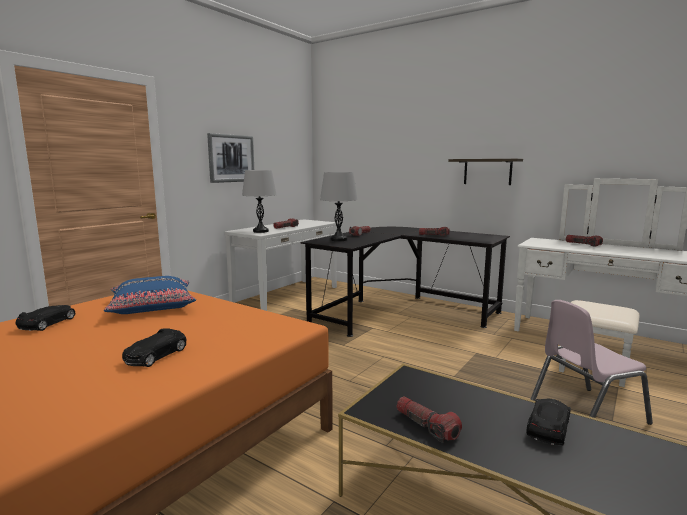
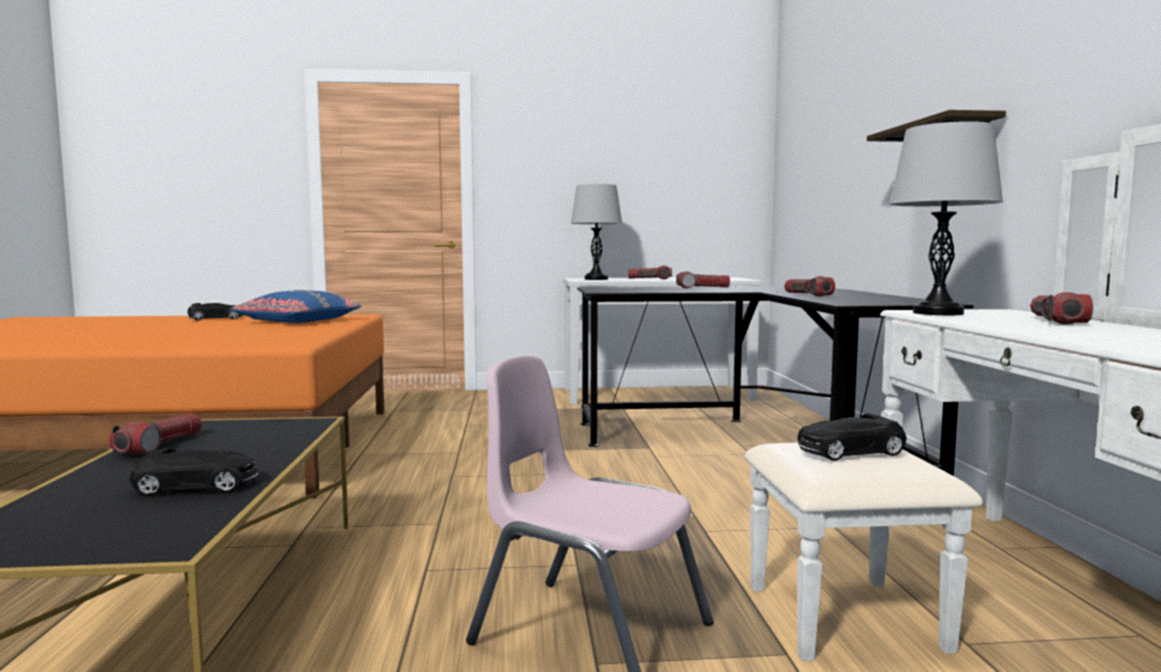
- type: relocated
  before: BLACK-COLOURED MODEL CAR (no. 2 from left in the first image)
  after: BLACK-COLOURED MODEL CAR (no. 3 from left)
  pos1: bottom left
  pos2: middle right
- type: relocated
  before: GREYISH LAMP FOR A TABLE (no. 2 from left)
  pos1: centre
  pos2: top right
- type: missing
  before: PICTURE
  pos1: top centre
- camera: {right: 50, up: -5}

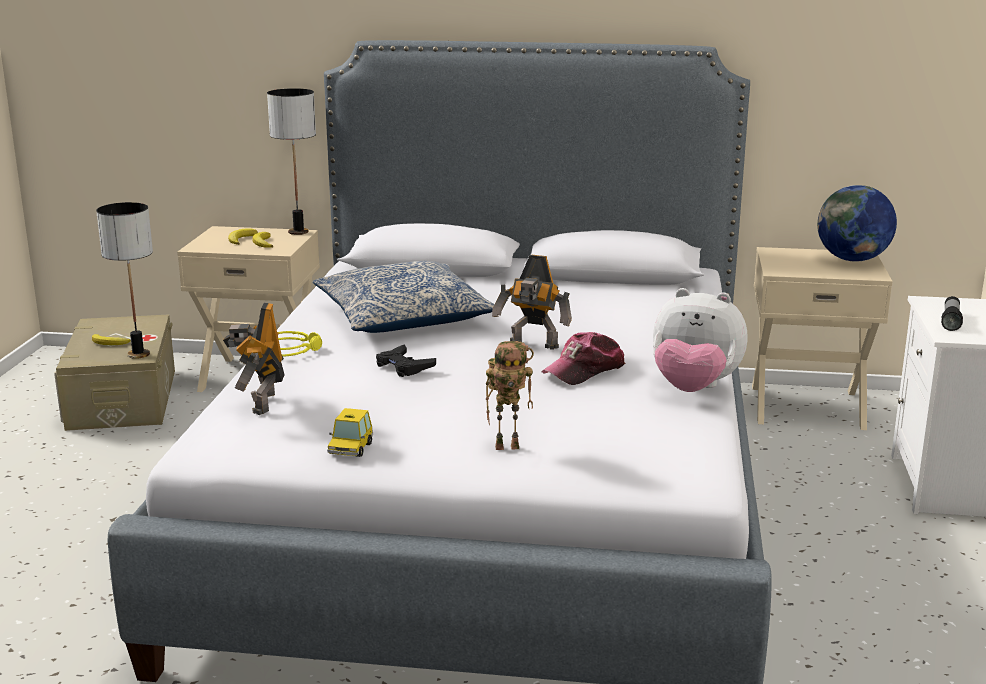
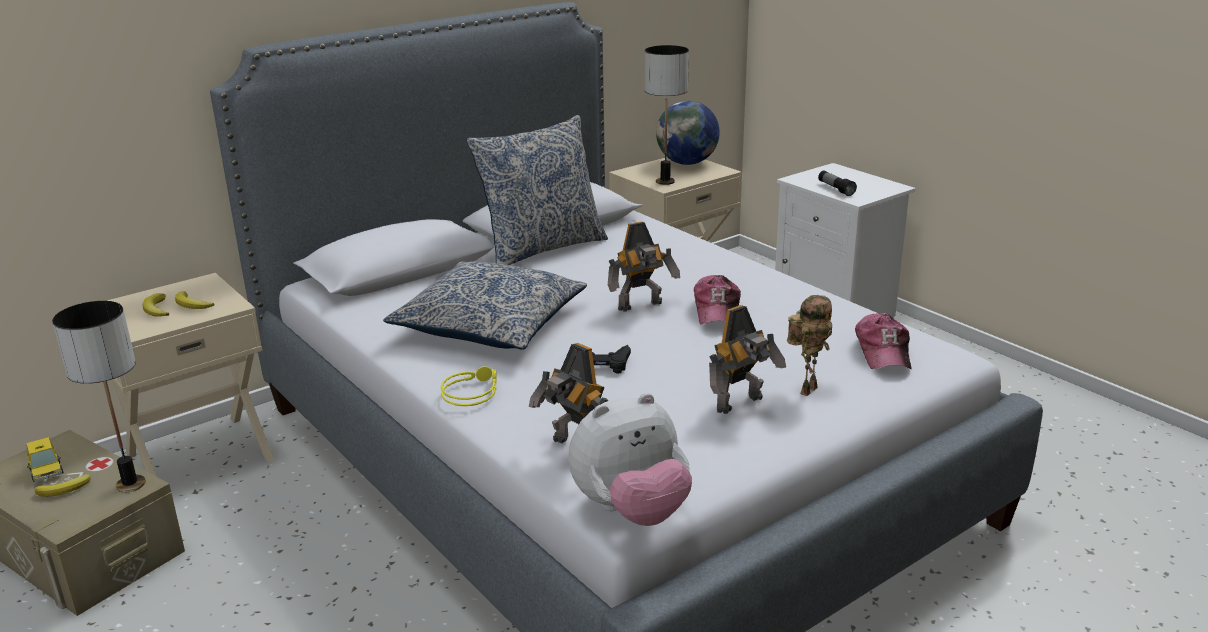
- type: relocated
  before: MODEL CAR
  pos1: centre
  pos2: bottom left
- type: appeared
  after: CUSHION (no. 2 from left)
  pos2: top centre
- type: relocated
  before: SOFT TOY
  pos1: middle right
  pos2: bottom centre
- type: relocated
  before: LAMP FOR A TABLE (no. 2 from left)
  pos1: top left
  pos2: top centre
- type: appeared
  after: MODEL ROBOT (no. 3 from left)
  pos2: centre
- type: appeared
  after: PEAKED CAP (no. 2 from left)
  pos2: middle right
- camera: {right: -45, up: 5}

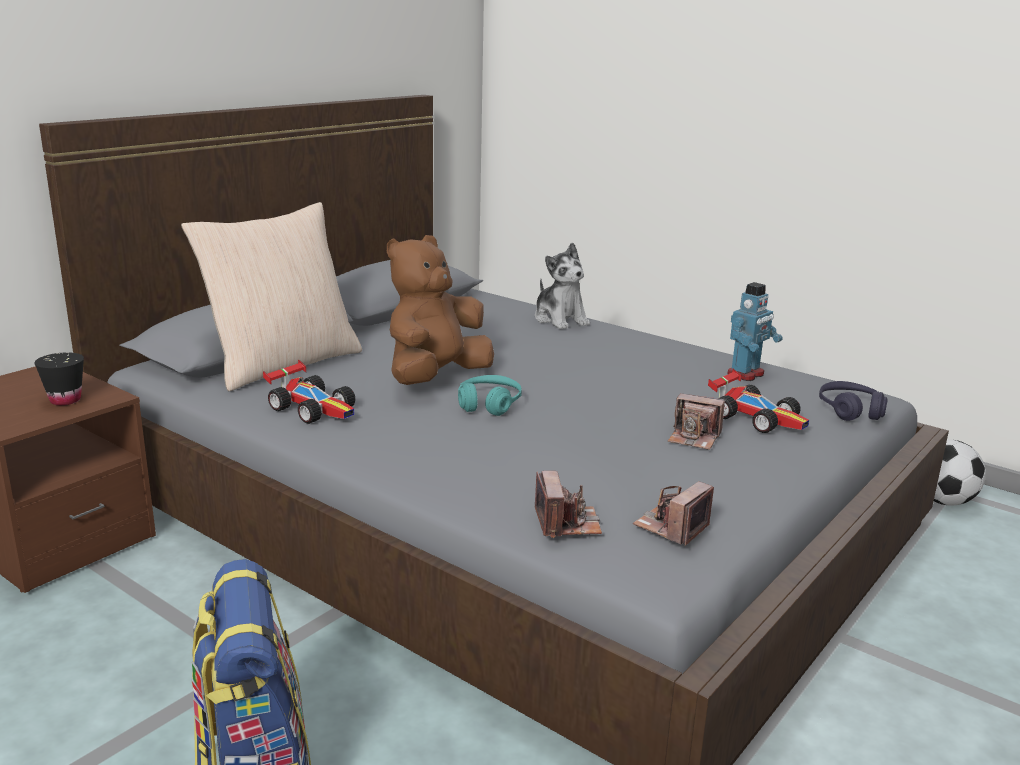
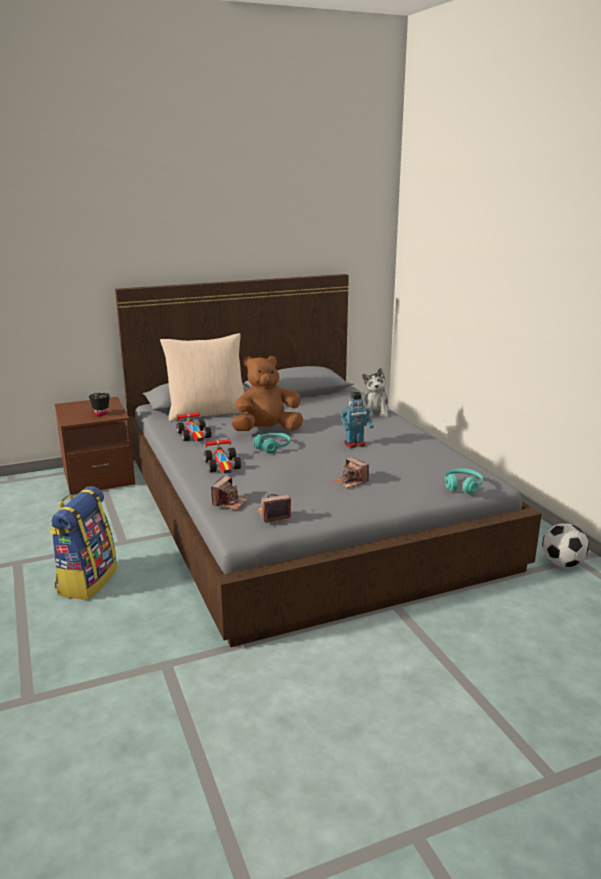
- type: relocated
  before: MODEL CAR (no. 2 from left)
  pos1: middle right
  pos2: centre
- type: relocated
  before: MODEL ROBOT
  pos1: middle right
  pos2: centre
- type: colour
  before: PURPLE-COLOURED HEADSET
  after: TURQUOISE HEADSET (no. 2 from left)
  pos1: middle right
  pos2: middle right
- camera: {right: 30, up: 0}

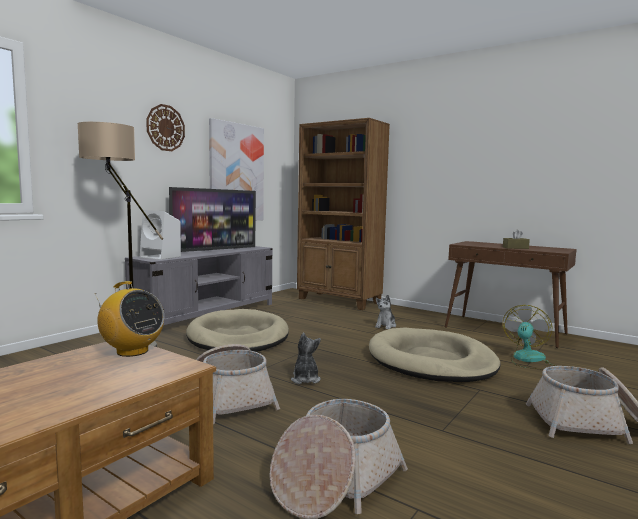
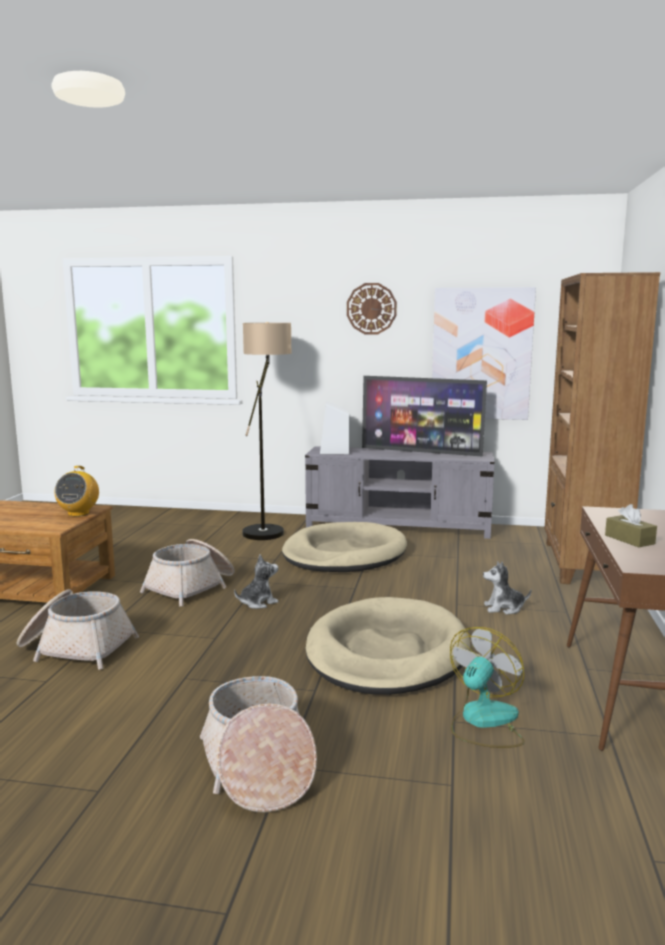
- type: spun
  before: FAN
  pos1: middle right
  pos2: bottom right
  turn: -60
- camera: {right: 65, up: 5}

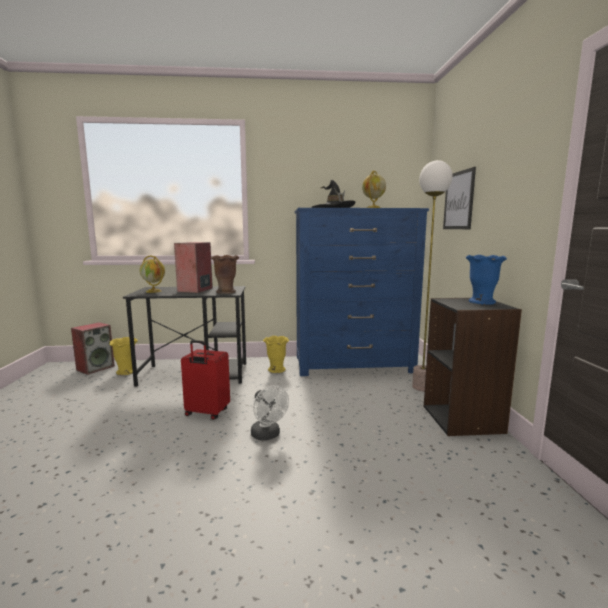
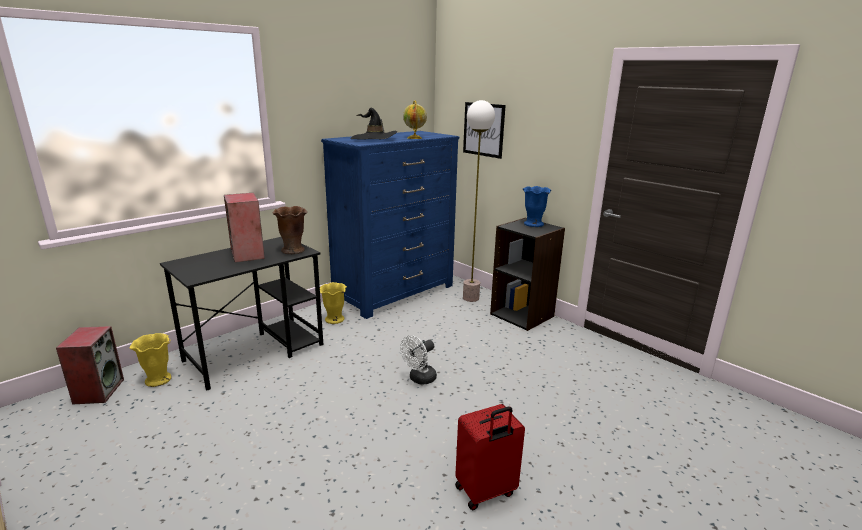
- type: spun
  before: WHITE FAN
  pos1: bottom centre
  pos2: bottom centre
  turn: 120
- type: relocated
  before: RED-COLOURED PIECE OF LUGGAGE
  pos1: centre
  pos2: bottom centre
- type: missing
  before: GLOBE (no. 1 from left)
  pos1: middle left
- camera: {right: -40, up: 10}

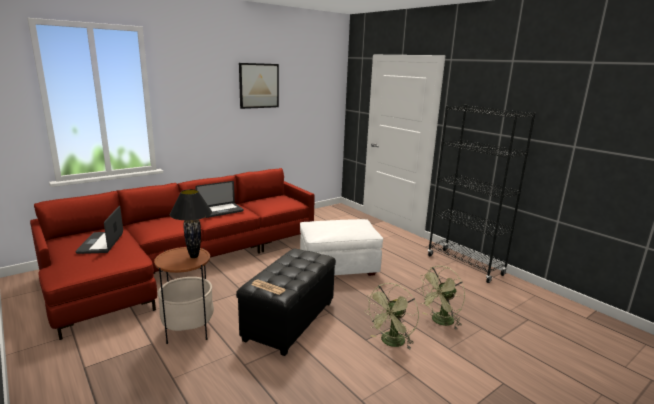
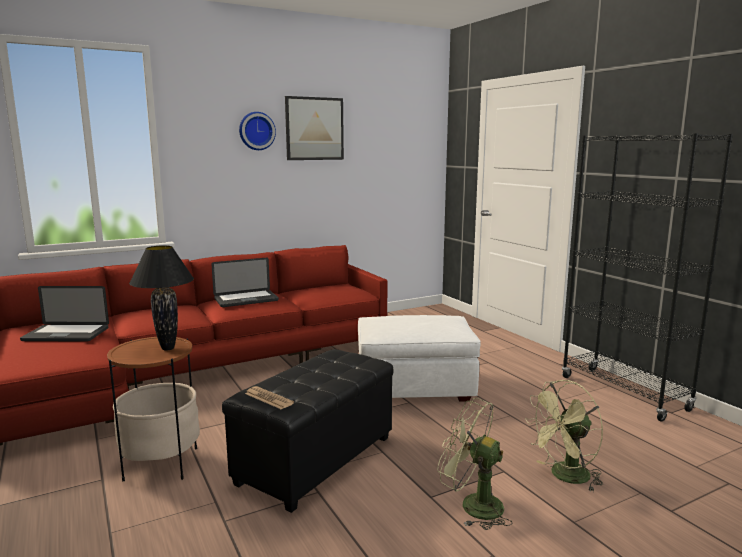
- type: spun
  before: PORTABLE COMPUTER (no. 1 from left)
  pos1: middle left
  pos2: middle left
  turn: -90
- type: appeared
  after: WALL CLOCK
  pos2: top centre
- type: spun
  before: GREEN-COLOURED FAN (no. 1 from left)
  pos1: bottom centre
  pos2: bottom centre
  turn: 75
- camera: {right: 10, up: -5}

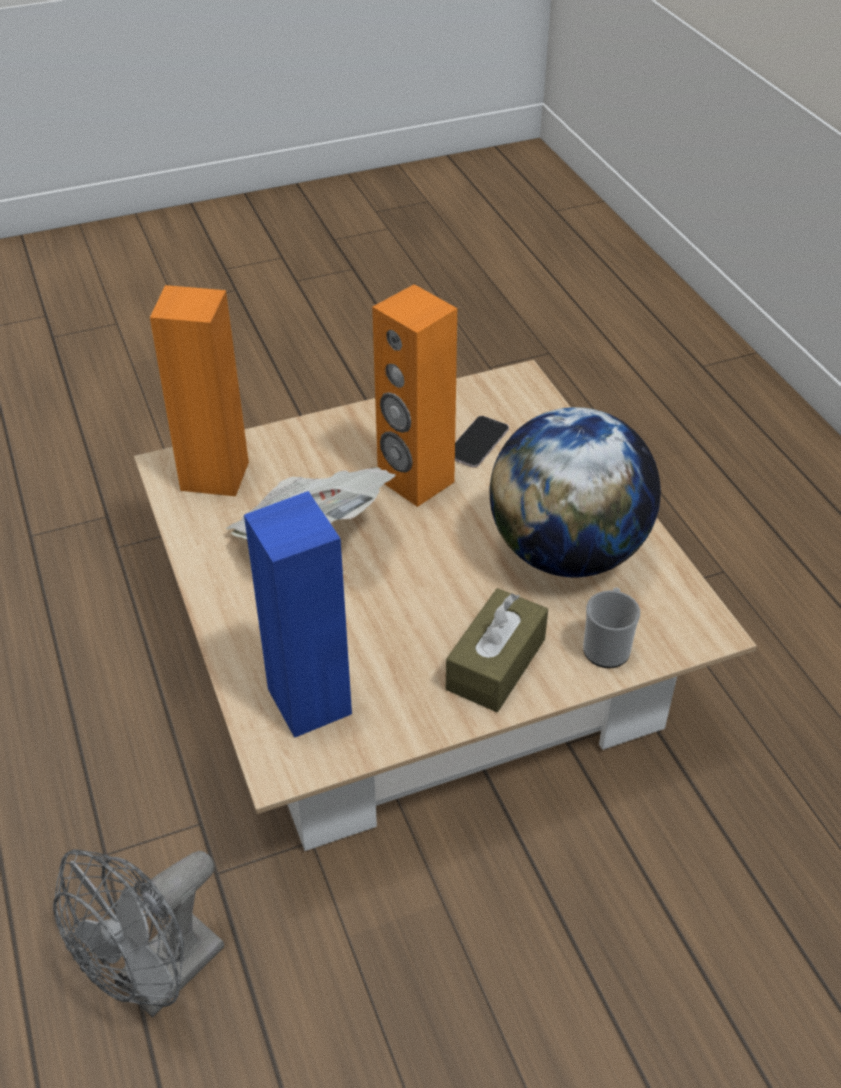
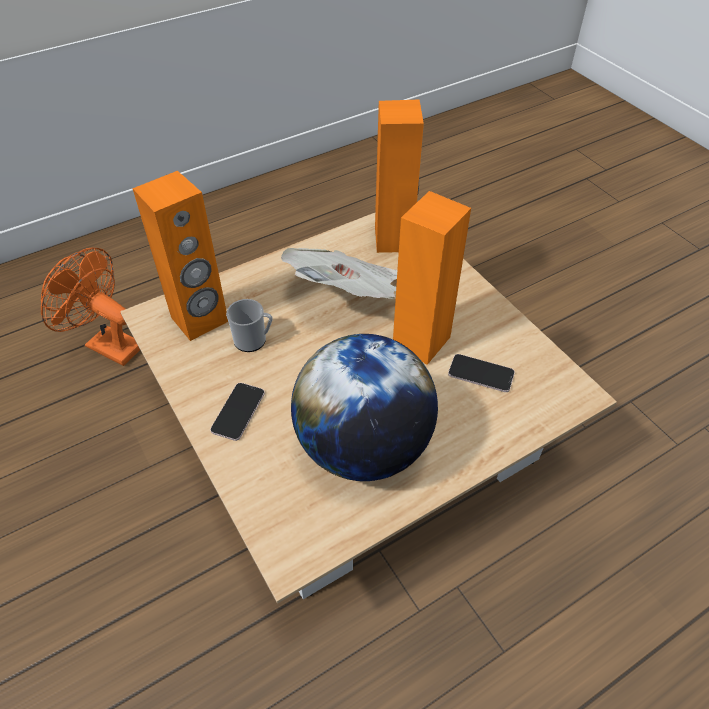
- type: colour
  before: GREYISH FAN
  after: ORANGE FAN
  pos1: bottom left
  pos2: middle left
- type: colour
  before: BLUE-COLOURED AUDIO SPEAKER
  after: ORANGE AUDIO SPEAKER (no. 1 from left)
  pos1: centre
  pos2: middle left
- type: exchanged
  before: BROWN-COLOURED TISSUE BOX
  after: PHONE (no. 1 from left)
  pos1: centre
  pos2: centre
- type: relocated
  before: TEA MUG
  pos1: middle right
  pos2: centre
- camera: {right: 80, up: 5}

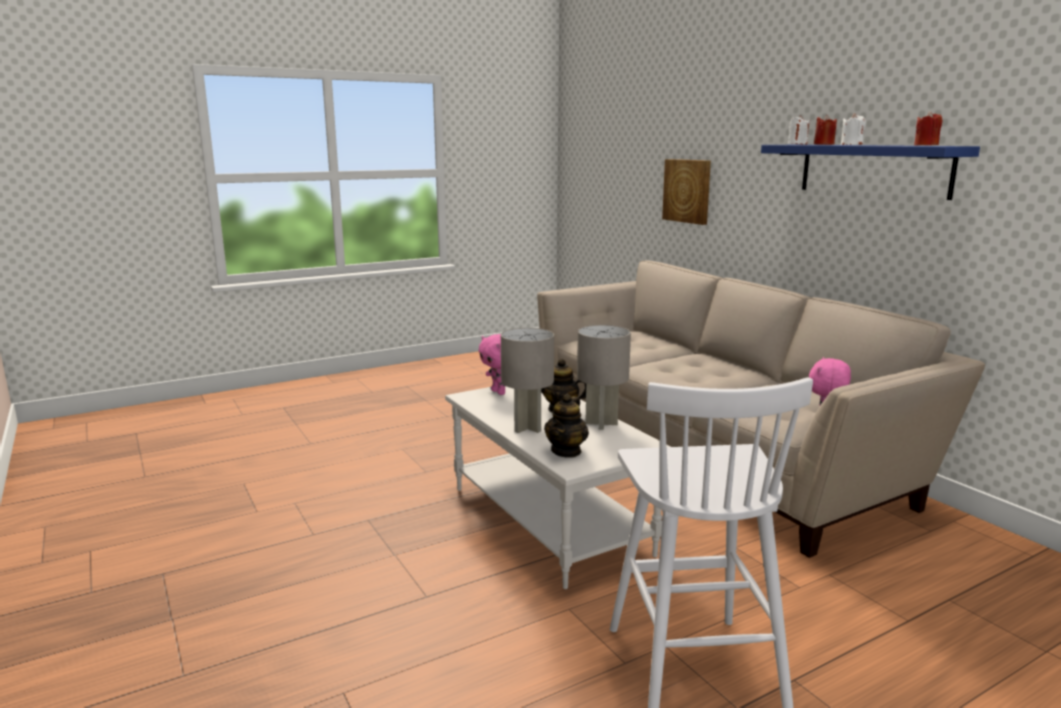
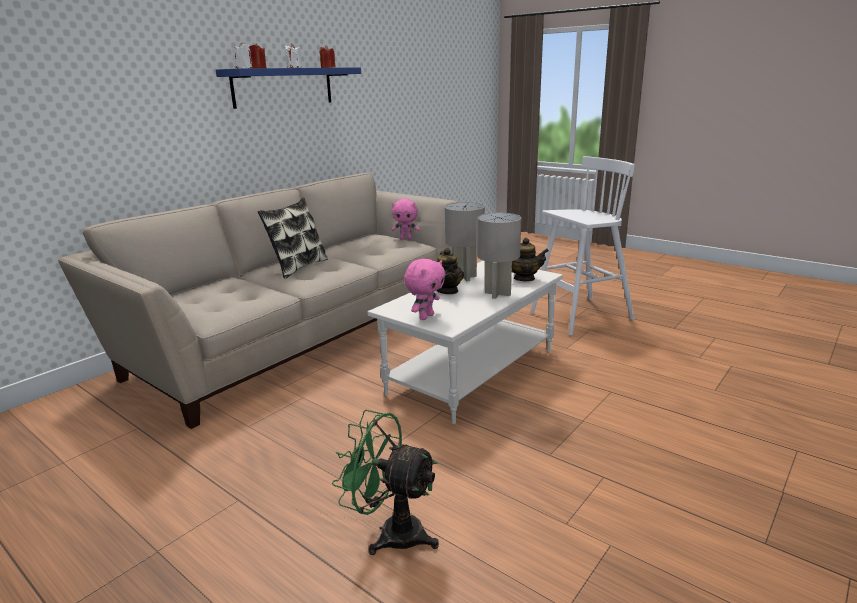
- type: appeared
  after: CUSHION
  pos2: centre
- type: appeared
  after: GREEN-COLOURED FAN
  pos2: bottom centre
- type: missing
  before: PICTURE
  pos1: top centre
- camera: {right: -110, up: 5}

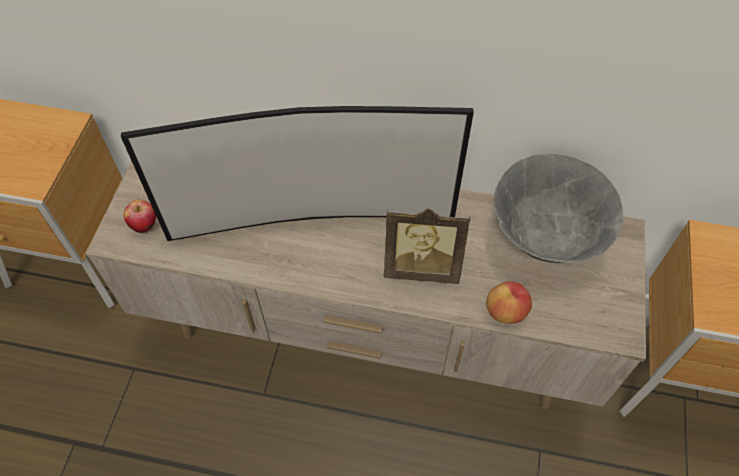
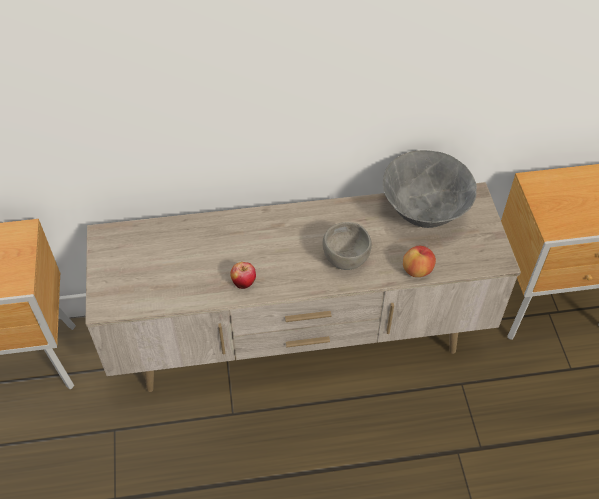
- type: relocated
  before: APPLE FRUIT (no. 1 from left)
  pos1: middle left
  pos2: centre
- type: exchanged
  before: PICTURE FRAME
  after: GREYISH BOWL (no. 1 from left)
  pos1: centre
  pos2: centre
- type: missing
  before: TELEVISION
  pos1: centre
- camera: {right: -20, up: -5}

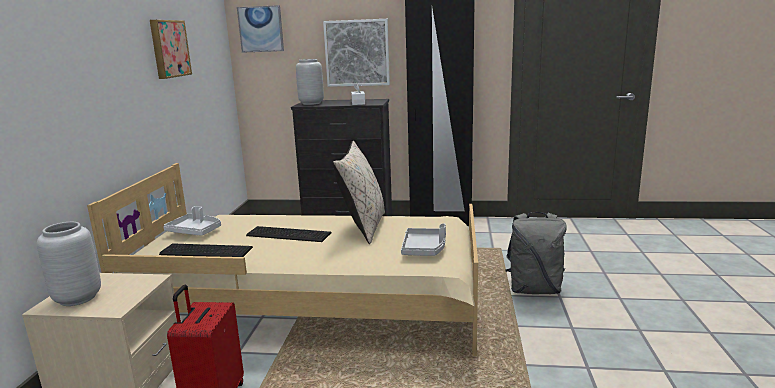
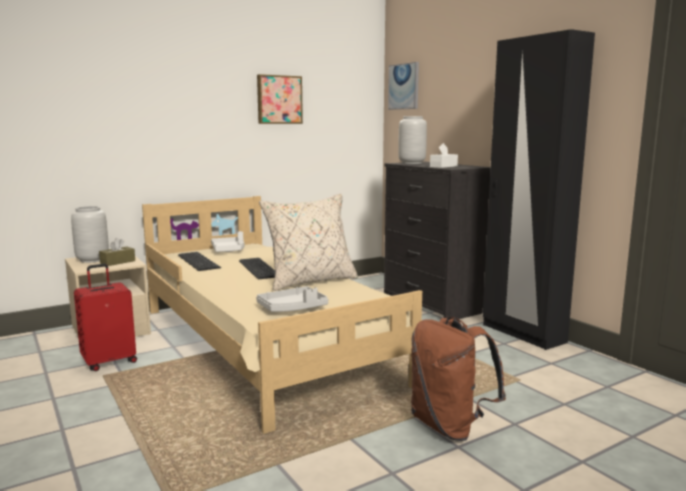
- type: appeared
  after: BROWN-COLOURED TISSUE BOX
  pos2: middle left
- type: colour
  before: GREYISH KNAPSACK
  after: BROWN-COLOURED KNAPSACK
  pos1: middle right
  pos2: bottom right
- type: missing
  before: PICTURE (no. 3 from left)
  pos1: top centre
- camera: {right: 50, up: -5}

